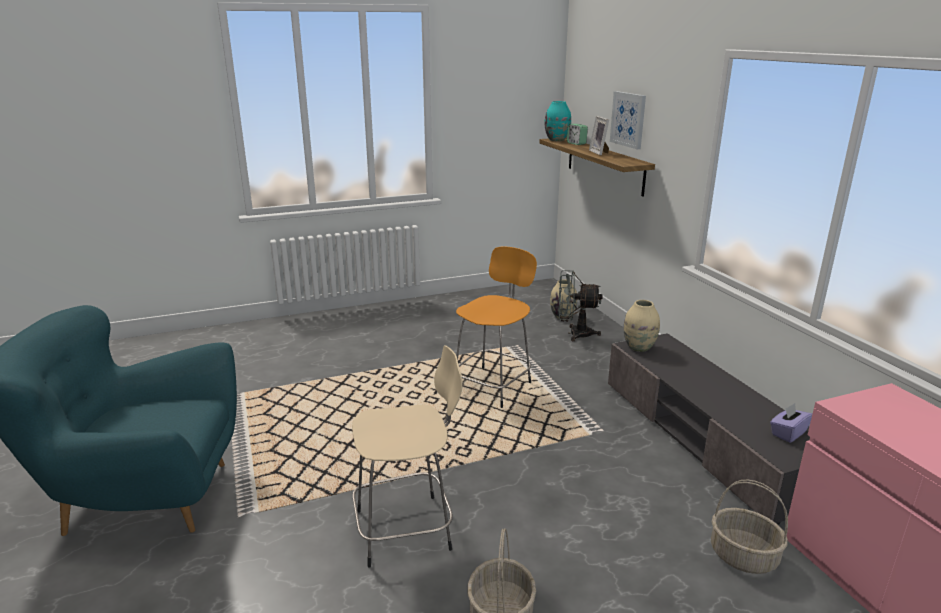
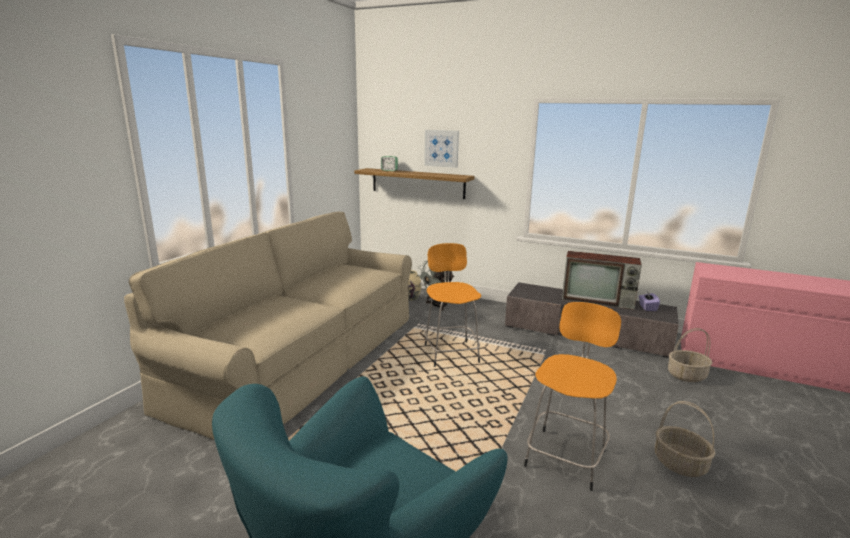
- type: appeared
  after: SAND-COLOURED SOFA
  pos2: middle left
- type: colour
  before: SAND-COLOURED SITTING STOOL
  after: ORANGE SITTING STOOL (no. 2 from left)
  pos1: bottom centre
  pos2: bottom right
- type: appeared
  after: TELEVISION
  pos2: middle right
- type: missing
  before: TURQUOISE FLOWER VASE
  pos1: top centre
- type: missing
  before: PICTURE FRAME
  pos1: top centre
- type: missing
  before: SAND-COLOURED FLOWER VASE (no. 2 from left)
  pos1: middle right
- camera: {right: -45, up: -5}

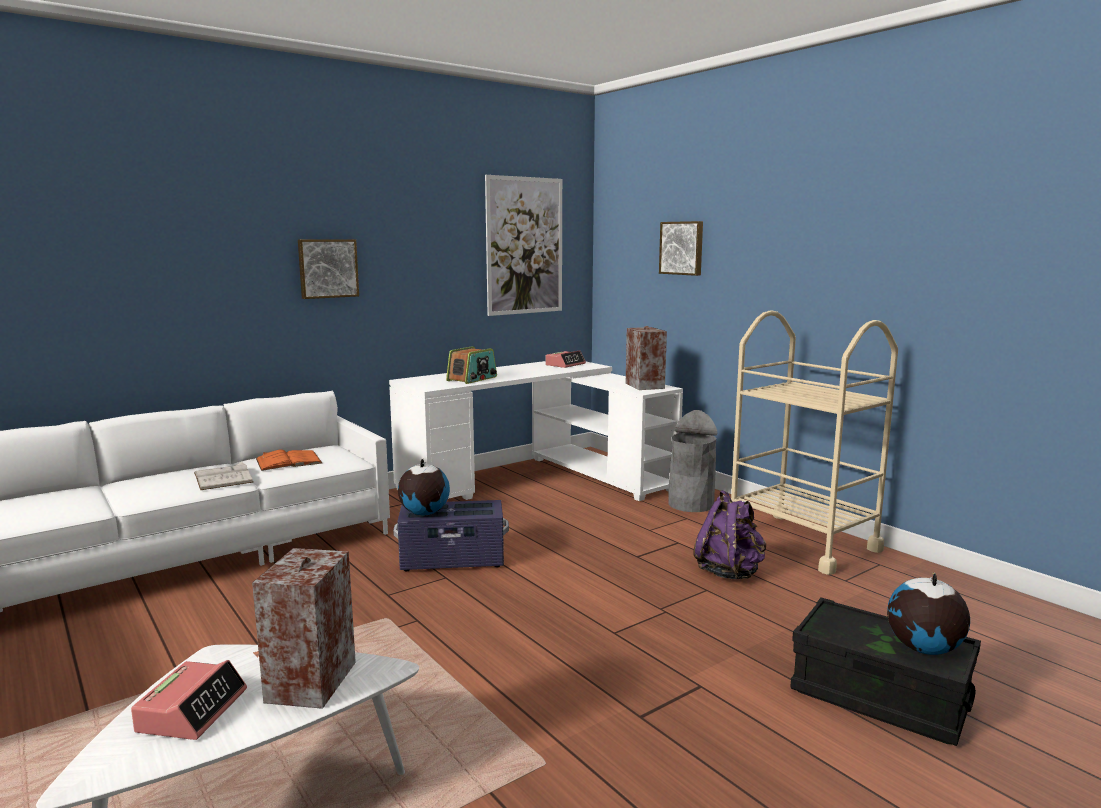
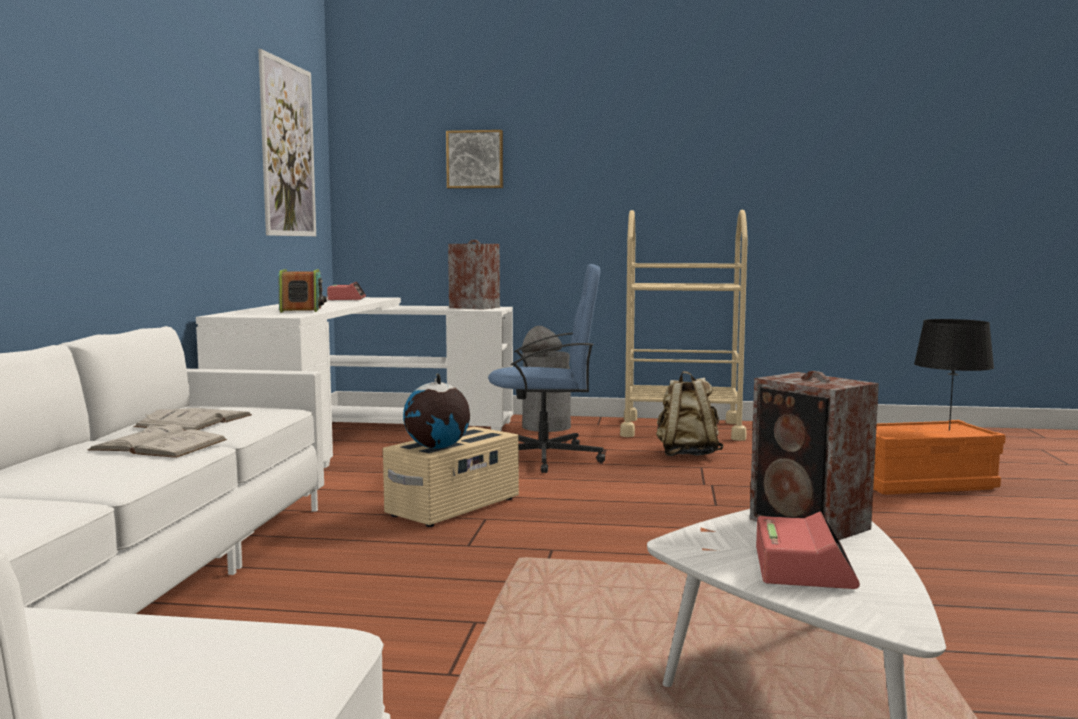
- type: colour
  before: ORANGE BOUND BOOK
  after: WHITE BOUND BOOK (no. 2 from left)
  pos1: middle left
  pos2: middle left
- type: colour
  before: PURPLE-COLOURED STORAGE BOX
  after: SAND-COLOURED STORAGE BOX
  pos1: centre
  pos2: centre
- type: appeared
  after: BLUE-COLOURED DESK CHAIR
  pos2: centre
- type: colour
  before: PURPLE-COLOURED KNAPSACK
  after: SAND-COLOURED KNAPSACK
  pos1: centre
  pos2: centre
- type: spun
  before: ALARM CLOCK (no. 1 from left in the first image)
  pos1: bottom left
  pos2: bottom right
  turn: 45
- type: colour
  before: BLACK-COLOURED STORAGE BOX
  after: ORANGE STORAGE BOX
  pos1: bottom right
  pos2: middle right
- type: exchanged
  before: GLOBE (no. 2 from left)
  after: BLACK-COLOURED LAMP FOR A TABLE
  pos1: bottom right
  pos2: middle right
- type: missing
  before: PICTURE (no. 1 from left)
  pos1: top left
- camera: {right: -45, up: -5}

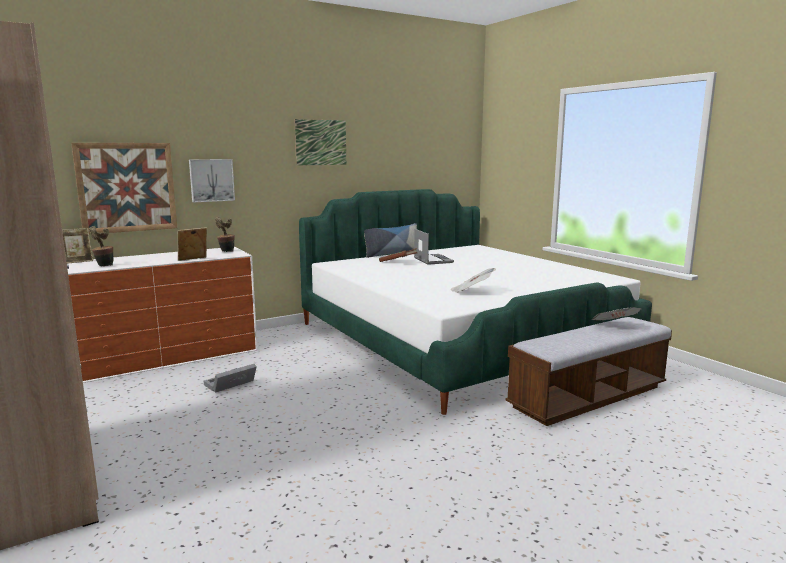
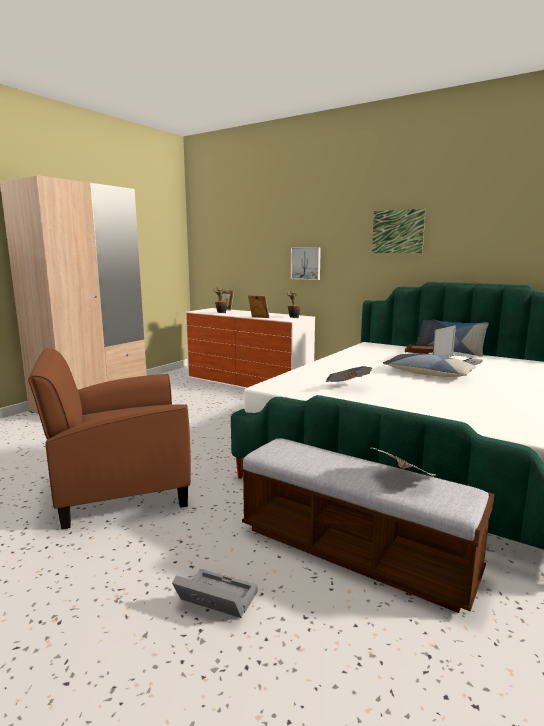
- type: appeared
  after: BROWN-COLOURED LOUNGE CHAIR
  pos2: middle left
- type: relocated
  before: GREYISH STORAGE BOX
  pos1: bottom left
  pos2: bottom centre
- type: appeared
  after: CUSHION (no. 1 from left)
  pos2: middle right
- type: missing
  before: PICTURE (no. 1 from left)
  pos1: middle left
- camera: {right: 65, up: 0}

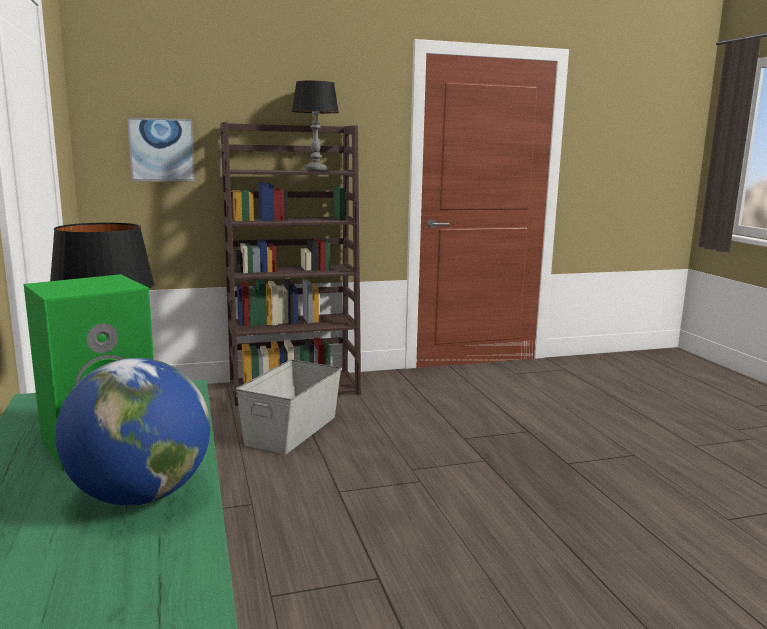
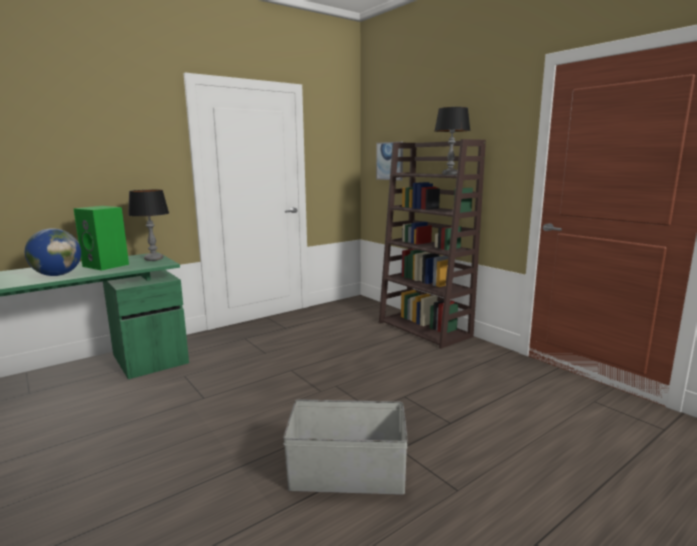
- type: relocated
  before: GREYISH STORAGE BOX
  pos1: centre
  pos2: bottom centre
- camera: {right: 70, up: 0}

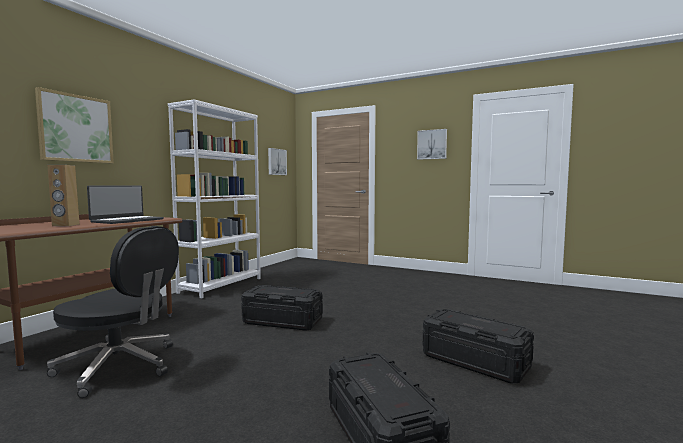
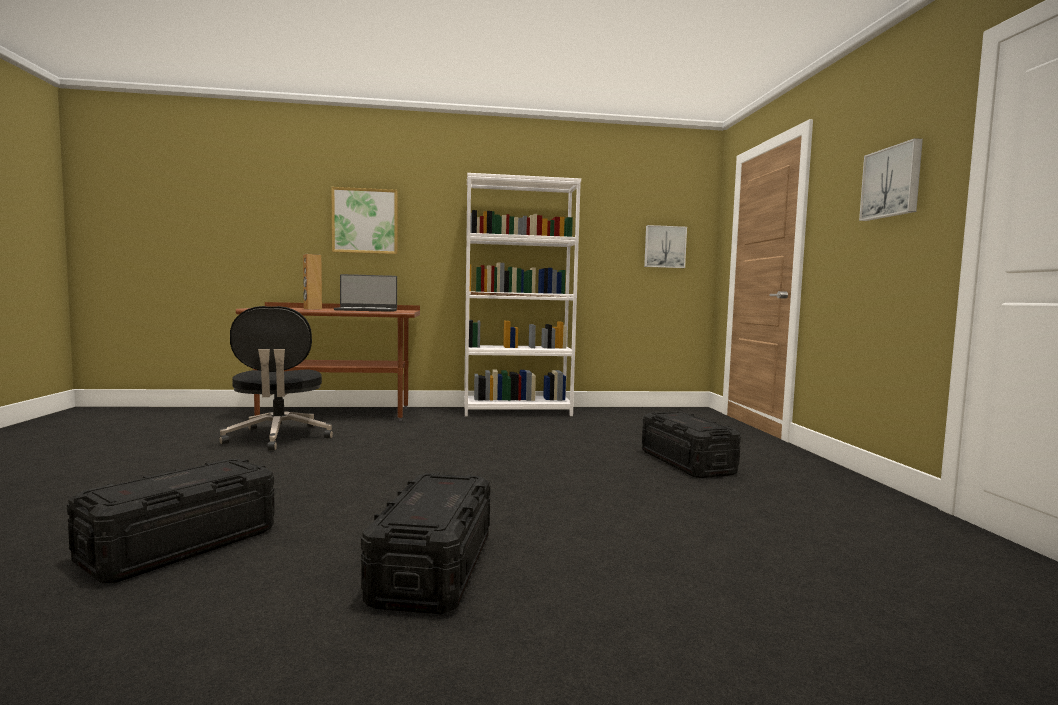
- type: relocated
  before: BLACK-COLOURED STORAGE BOX (no. 1 from left in the first image)
  after: BLACK-COLOURED STORAGE BOX (no. 3 from left)
  pos1: bottom centre
  pos2: centre
- camera: {right: 55, up: 0}

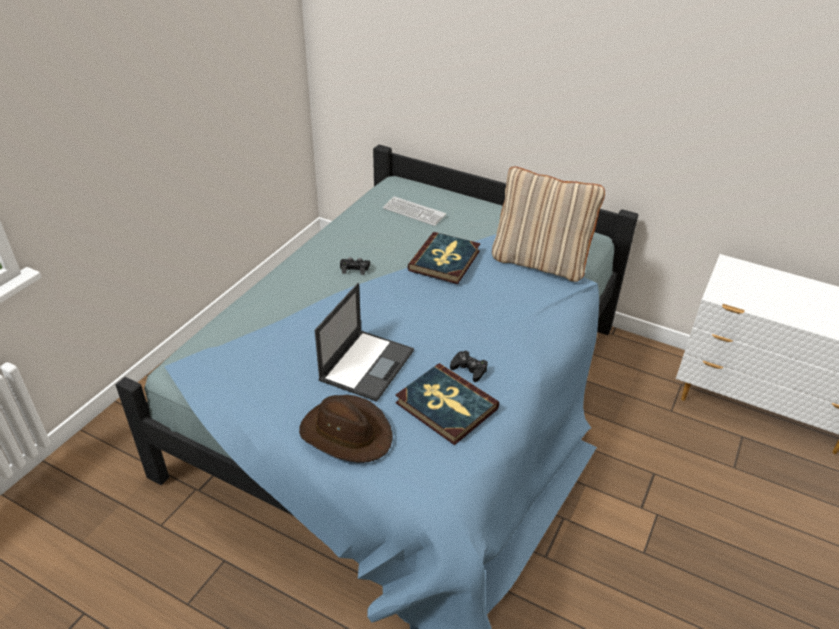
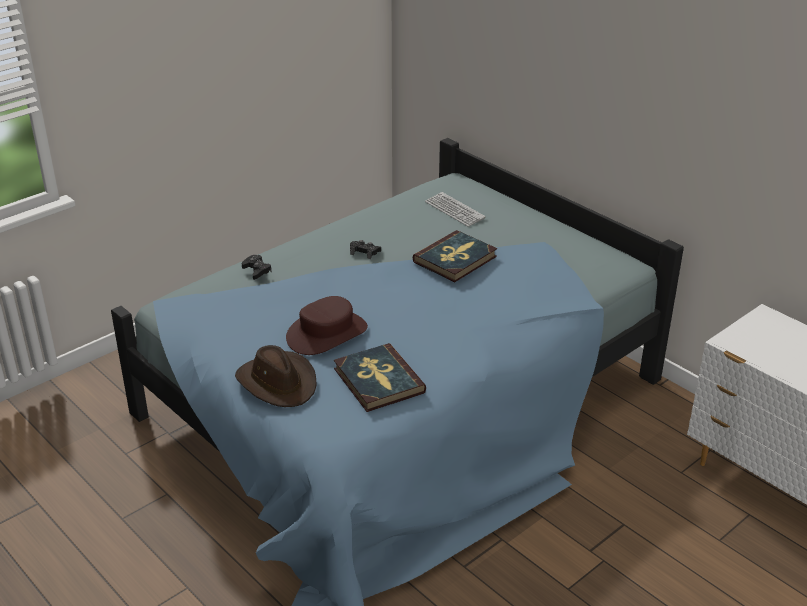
- type: relocated
  before: BLACK-COLOURED GAME CONTROLLER (no. 2 from left in the first image)
  after: BLACK-COLOURED GAME CONTROLLER (no. 1 from left)
  pos1: centre
  pos2: middle left
- type: exchanged
  before: PORTABLE COMPUTER
  after: BROWN-COLOURED HAT (no. 2 from left)
  pos1: centre
  pos2: centre
- type: missing
  before: SAND-COLOURED CUSHION
  pos1: centre
- camera: {right: 20, up: -5}

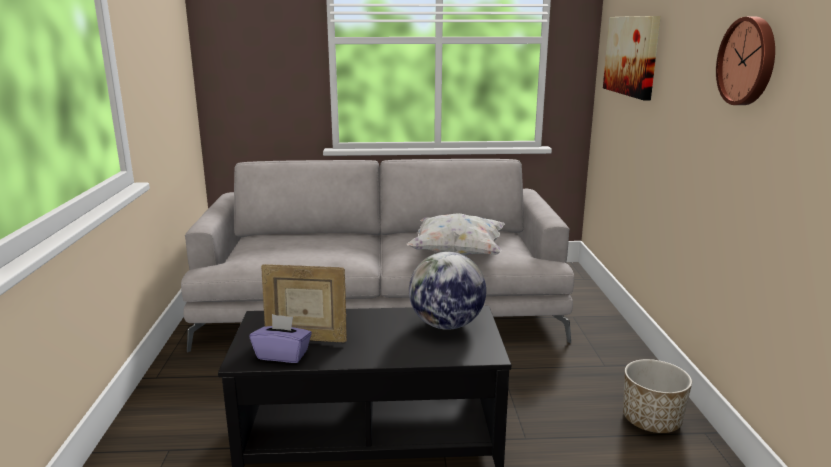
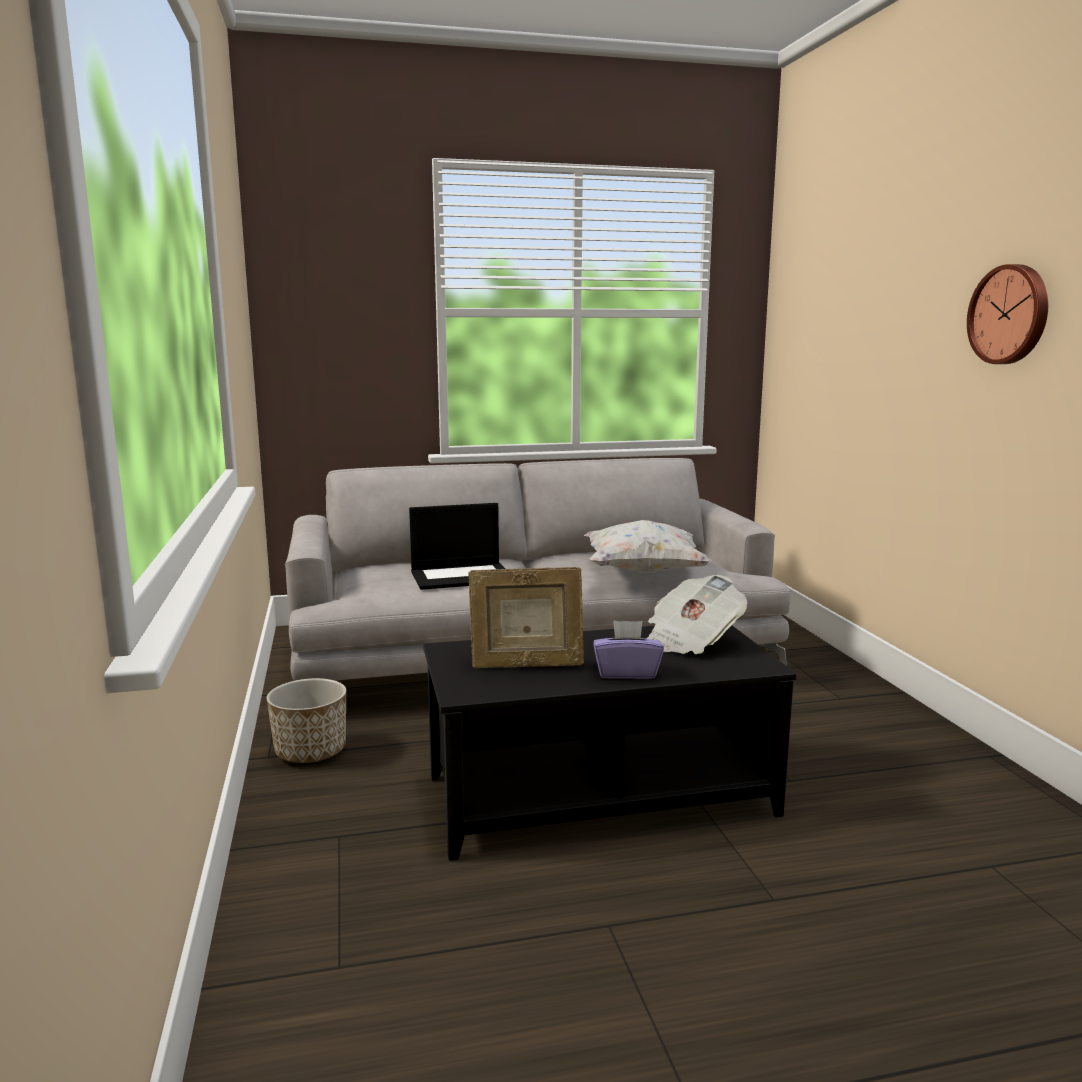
- type: relocated
  before: FLOWER POT
  pos1: bottom right
  pos2: middle left
- type: appeared
  after: PORTABLE COMPUTER
  pos2: centre
- type: relocated
  before: PURPLE-COLOURED TISSUE BOX
  pos1: bottom centre
  pos2: centre
- type: exchanged
  before: GLOBE
  after: DAILY PAPER
  pos1: centre
  pos2: centre
- type: missing
  before: PICTURE
  pos1: top right
- camera: {right: -10, up: -5}

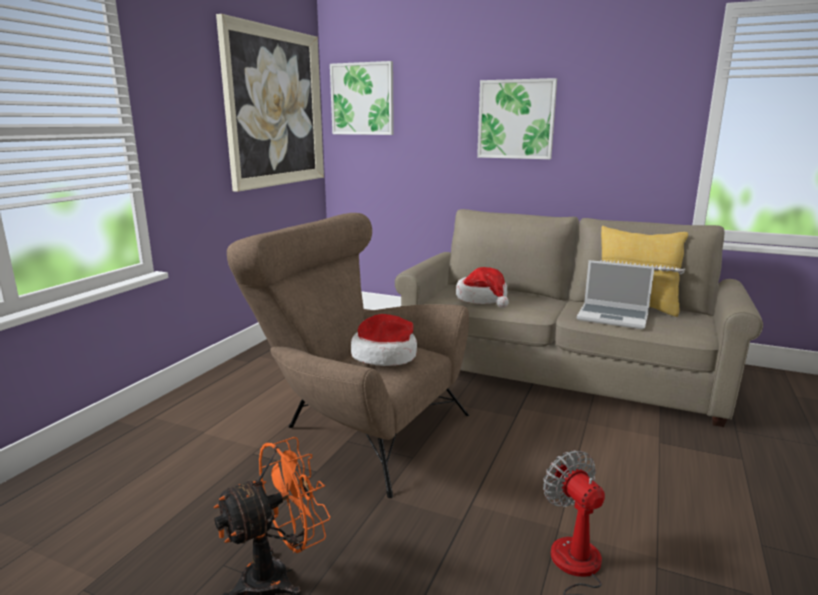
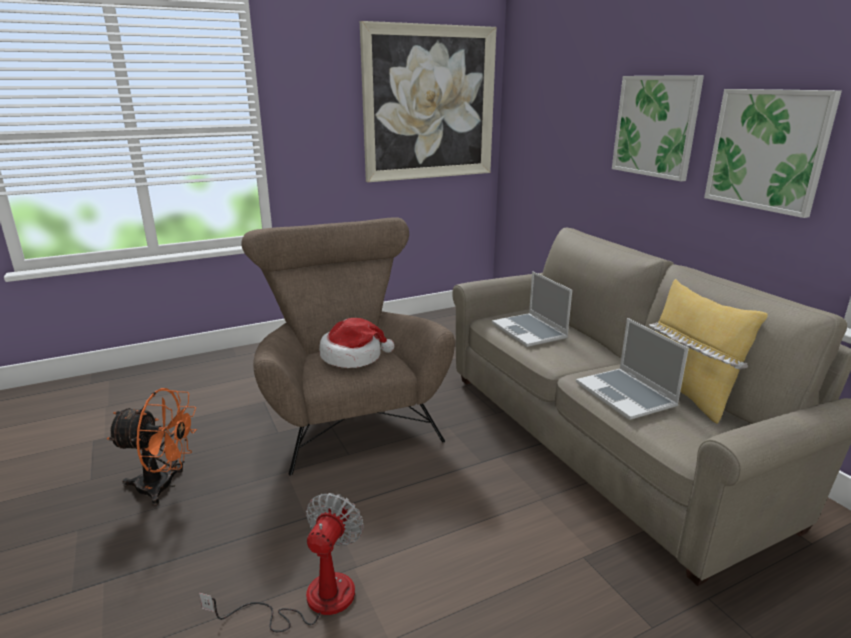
- type: exchanged
  before: HAT (no. 2 from left)
  after: PORTABLE COMPUTER (no. 1 from left)
  pos1: centre
  pos2: centre
- type: relocated
  before: PICTURE (no. 2 from left in the first image)
  after: PICTURE (no. 3 from left)
  pos1: top centre
  pos2: top right
- camera: {right: 40, up: 5}

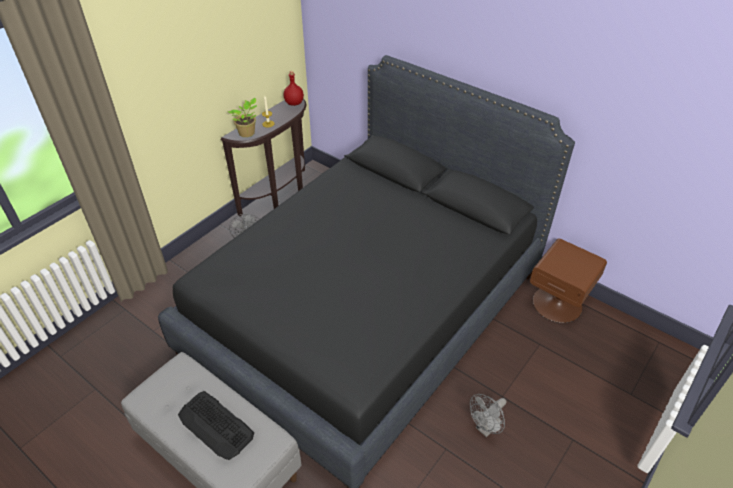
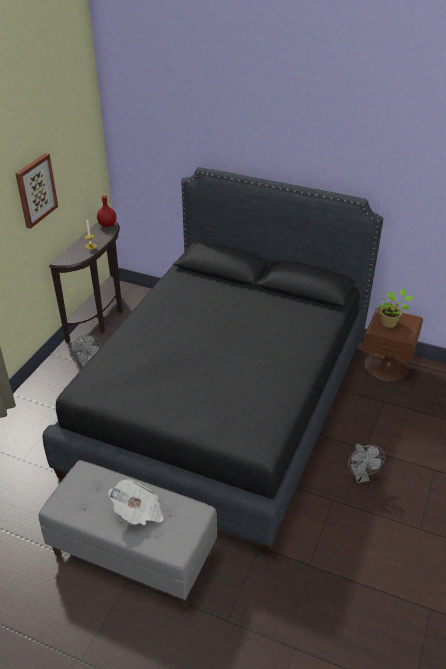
- type: appeared
  after: PICTURE
  pos2: top left
- type: exchanged
  before: COMPUTER KEYBOARD
  after: DAILY PAPER
  pos1: bottom left
  pos2: bottom left
- type: spun
  before: GREYISH FAN (no. 2 from left)
  pos1: bottom centre
  pos2: bottom right
  turn: -45
- type: relocated
  before: POTTED PLANT
  pos1: top left
  pos2: middle right
- camera: {right: -15, up: -5}

